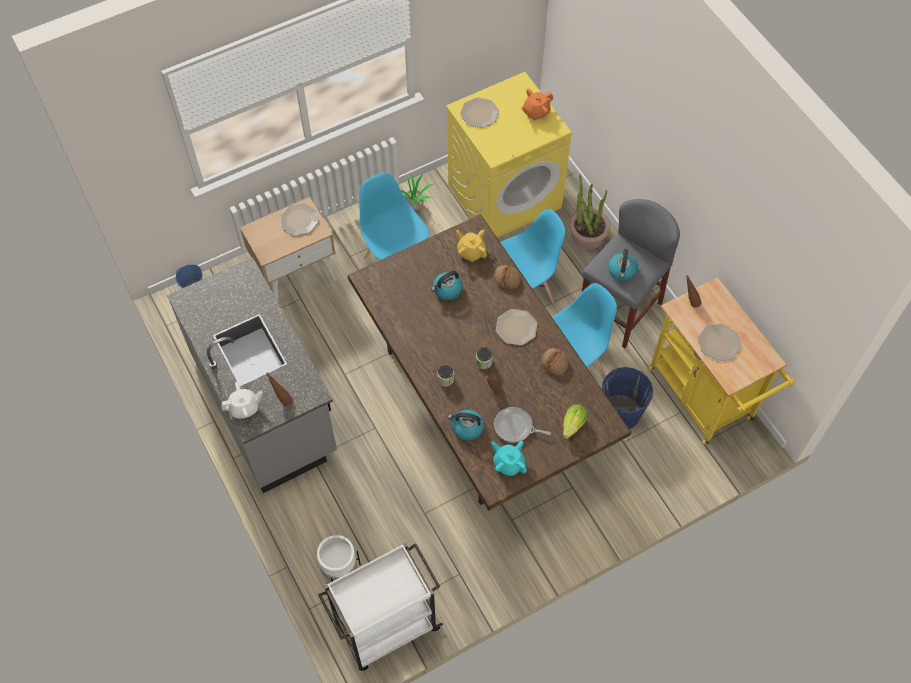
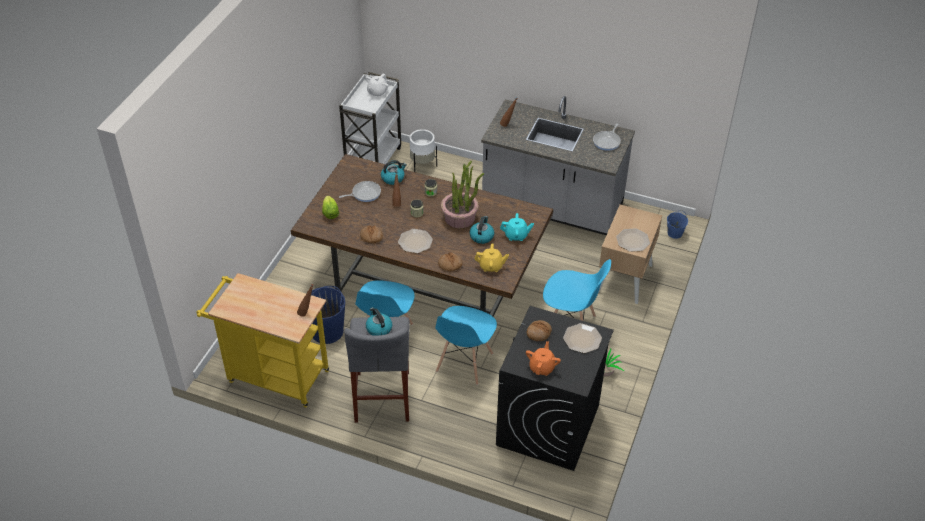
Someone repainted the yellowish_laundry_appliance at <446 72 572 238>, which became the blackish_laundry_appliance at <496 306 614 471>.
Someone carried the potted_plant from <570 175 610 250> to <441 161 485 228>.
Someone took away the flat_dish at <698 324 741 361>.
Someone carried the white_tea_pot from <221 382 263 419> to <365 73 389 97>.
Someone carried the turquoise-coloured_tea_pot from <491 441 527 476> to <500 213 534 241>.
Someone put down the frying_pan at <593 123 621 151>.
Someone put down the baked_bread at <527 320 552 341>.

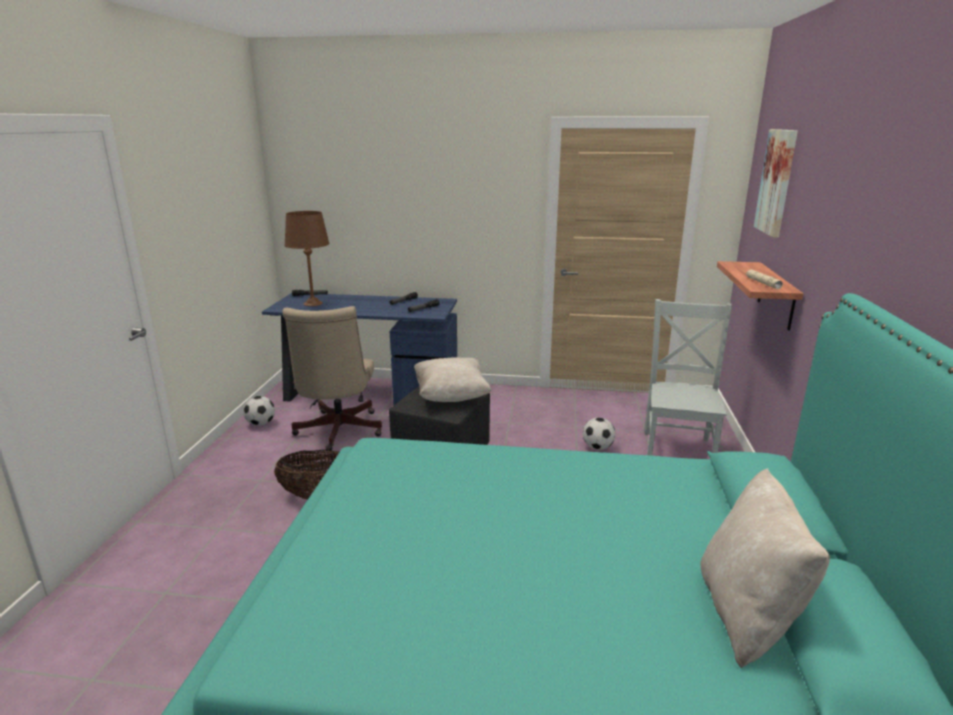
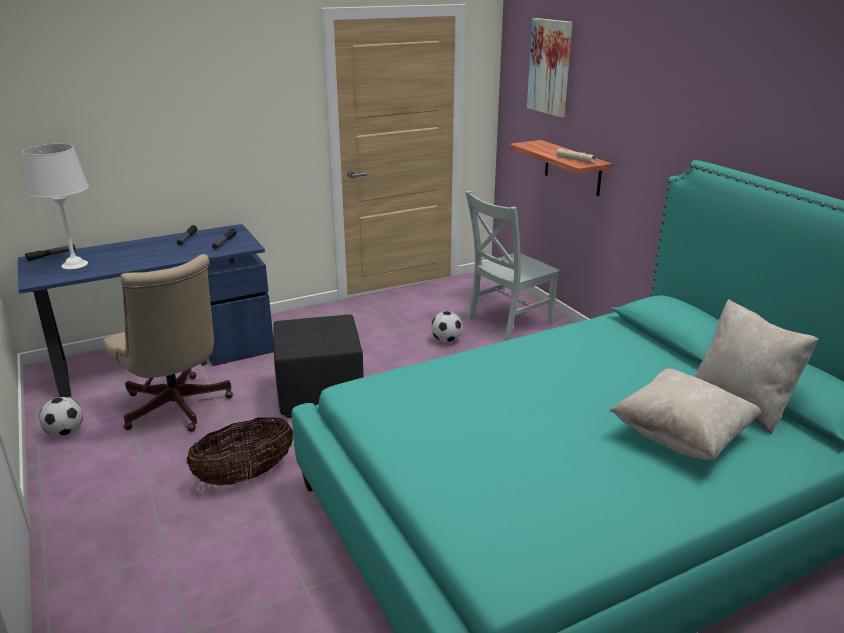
Someone repainted the brownish_tabletop_lamp at <284 211 330 306>, which became the white_tabletop_lamp at <22 144 89 270>.
Someone rotated the greyish_chair at <644 299 732 455> by 105 degrees counterclockwise.
Someone carried the sand-coloured_throw_pillow from <414 357 492 402> to <610 368 762 460>.

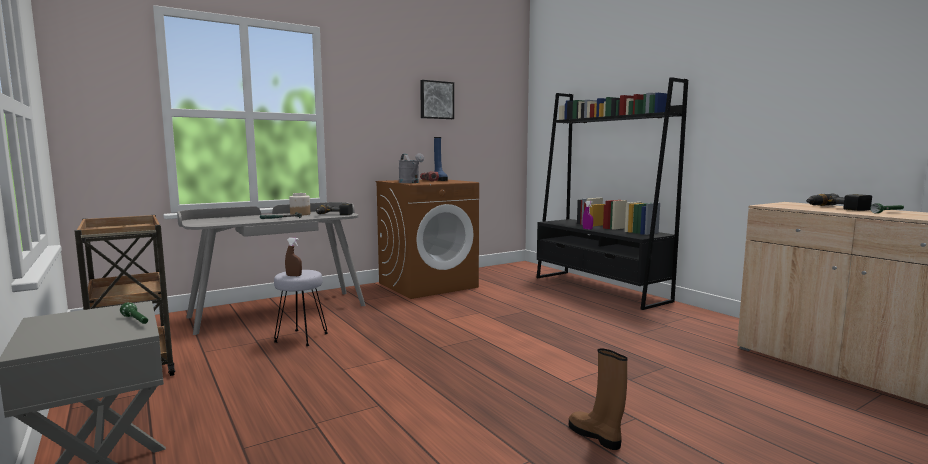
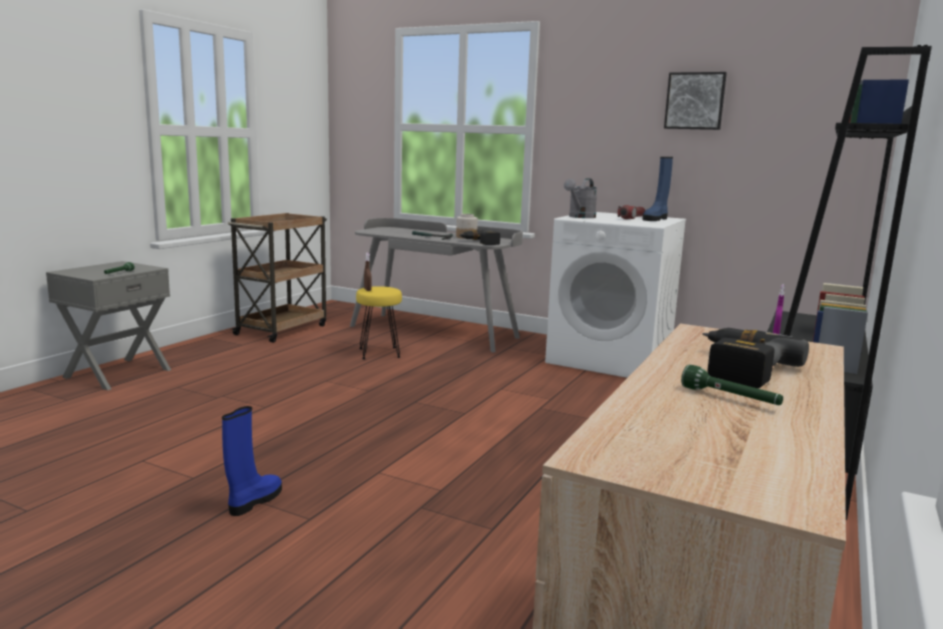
Someone repainted the brownish_laundry_appliance at <376 179 479 299>, which became the white_laundry_appliance at <545 212 686 378>.
Someone repainted the greyish_stool_seat at <274 270 328 346>, which became the yellowish_stool_seat at <356 286 402 359>.
Someone repainted the brownish_boot at <569 348 628 450>, which became the bluish_boot at <222 406 282 516>.

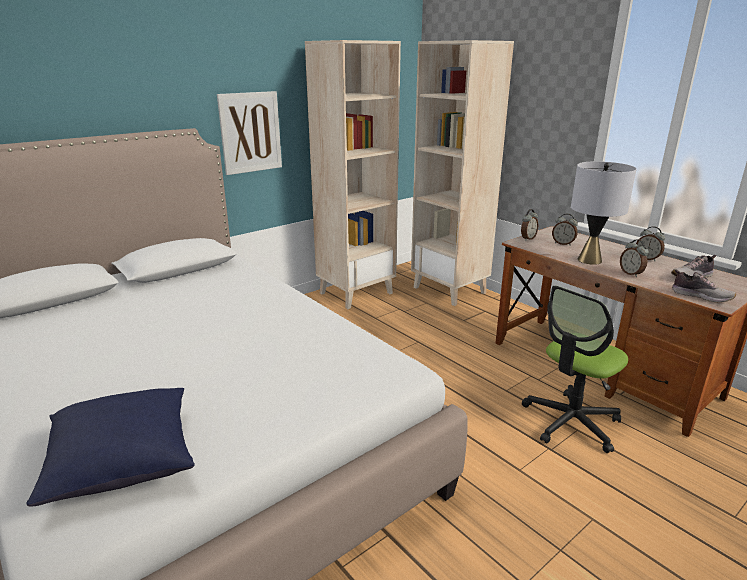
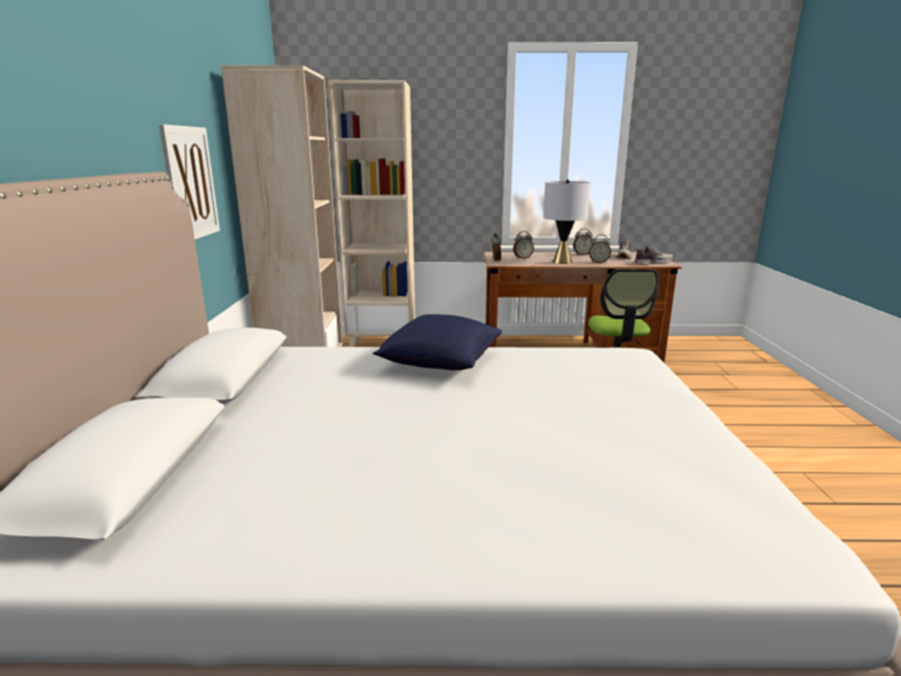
Someone carried the bluish_throw_pillow from <26 388 195 506> to <373 314 502 370>.

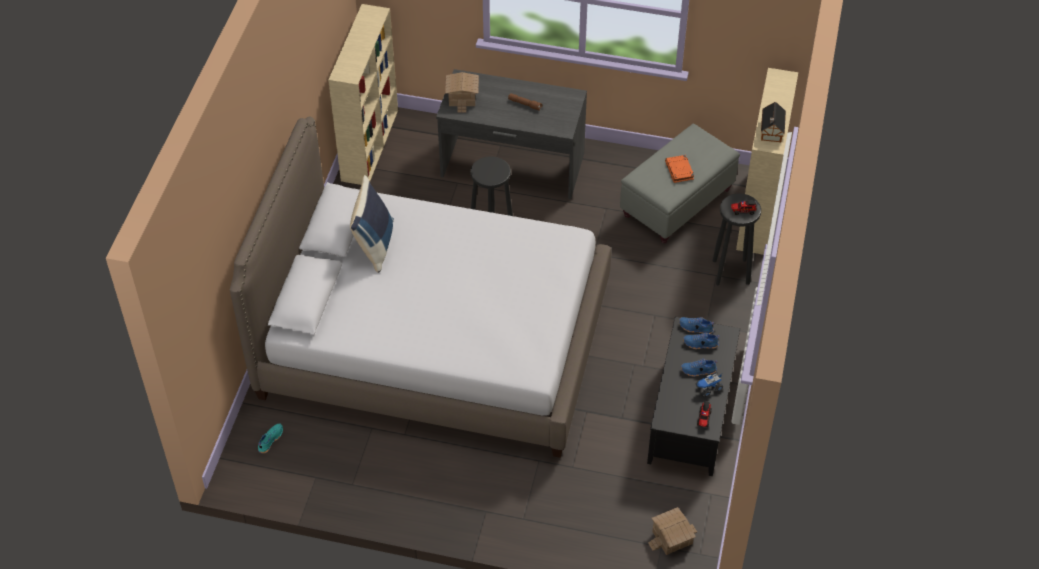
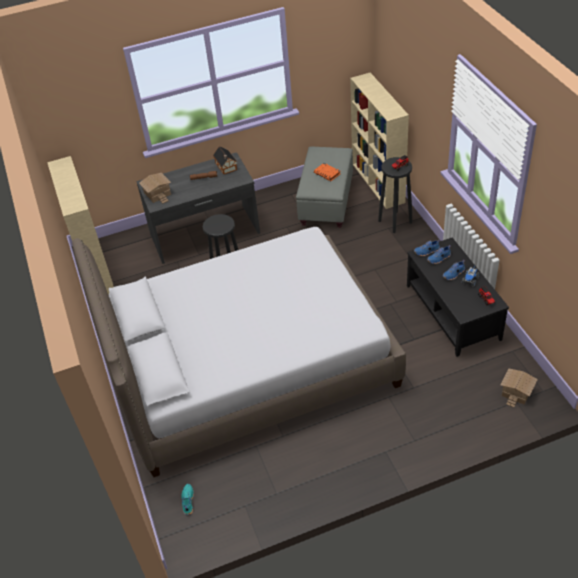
Someone carried the toy_house from <761 102 786 142> to <213 146 237 174>.
Someone took away the bluish_throw_pillow at <350 175 394 273>.

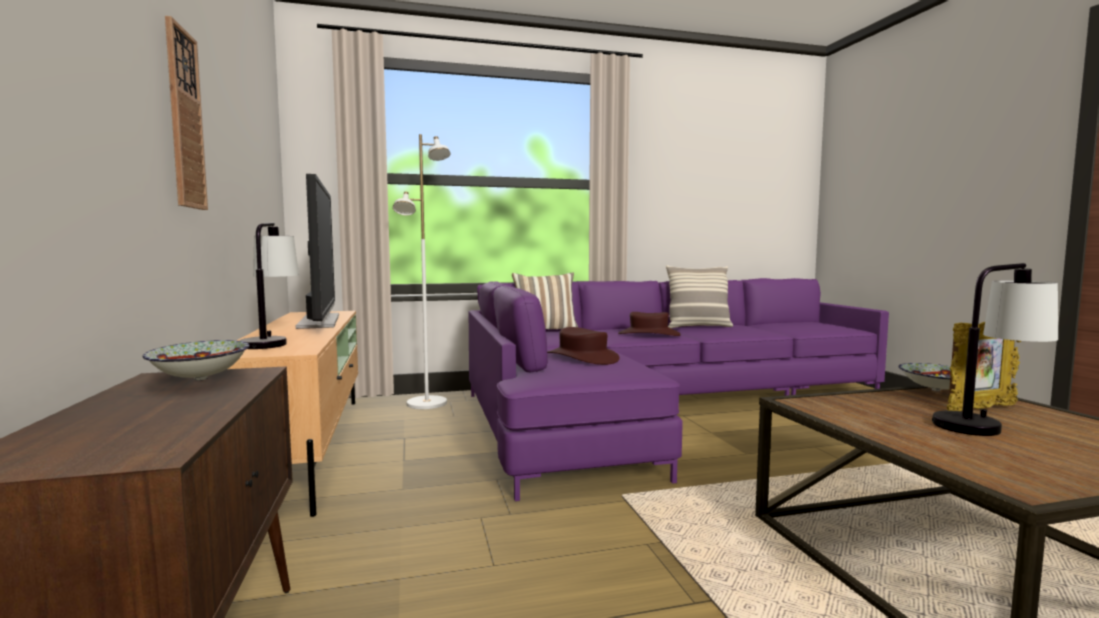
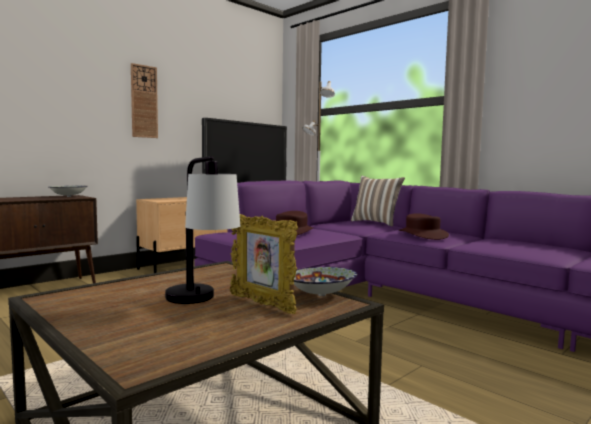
Someone took away the tabletop_lamp at <240 222 299 349>.
Someone took away the throw_pillow at <666 265 733 328>.

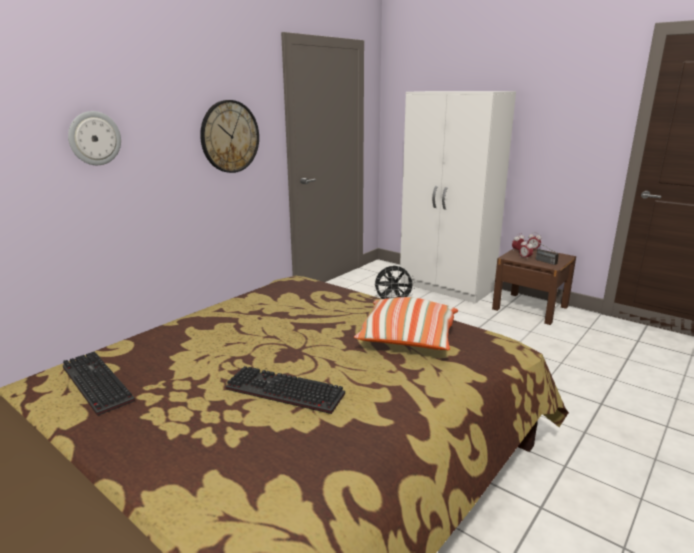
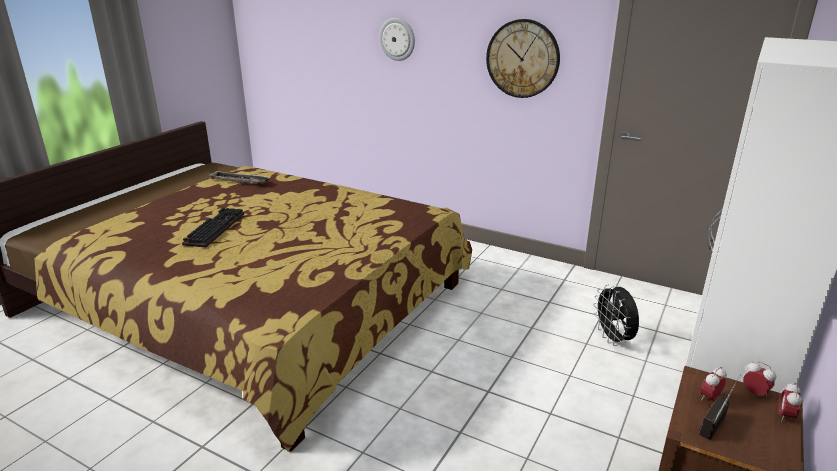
Someone took away the throw_pillow at <354 297 459 350>.
Someone swapped the keyboard at <63 351 135 416> for the tray at <210 171 271 184>.

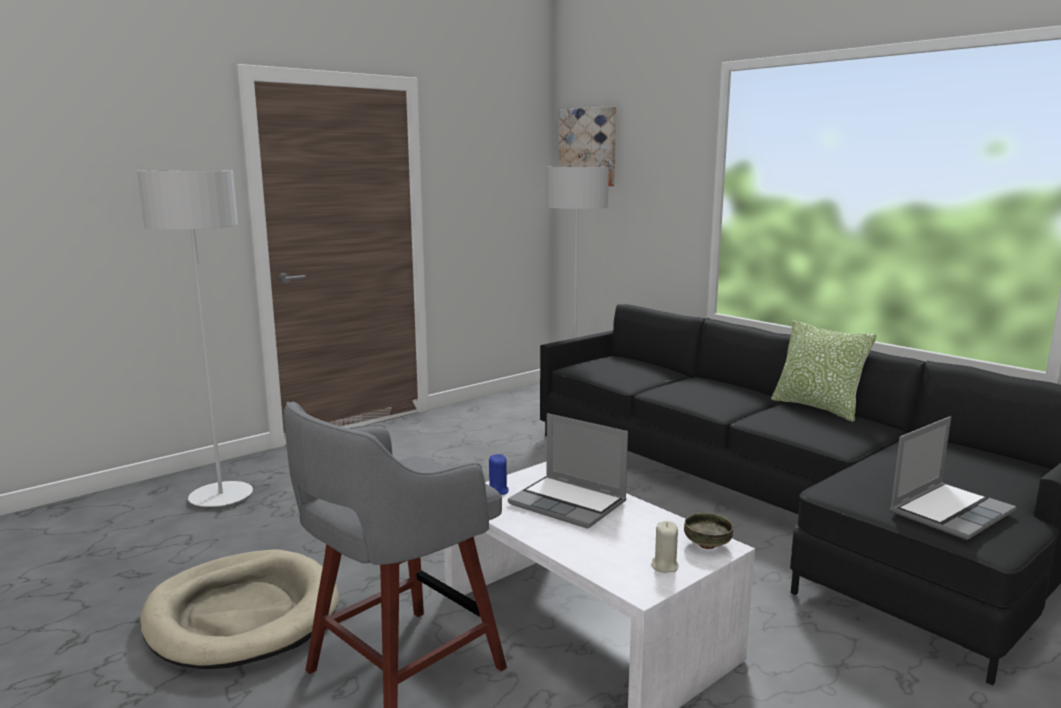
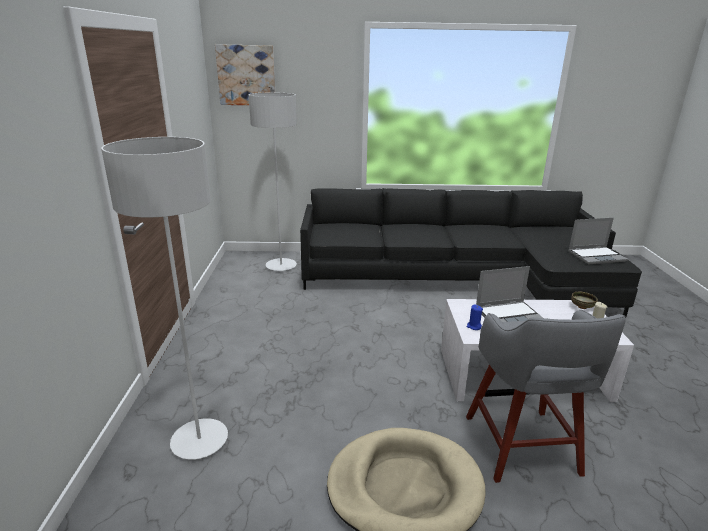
Someone took away the throw_pillow at <771 320 877 422>.
Someone rotated the laptop at <890 416 1016 540> by 75 degrees clockwise.

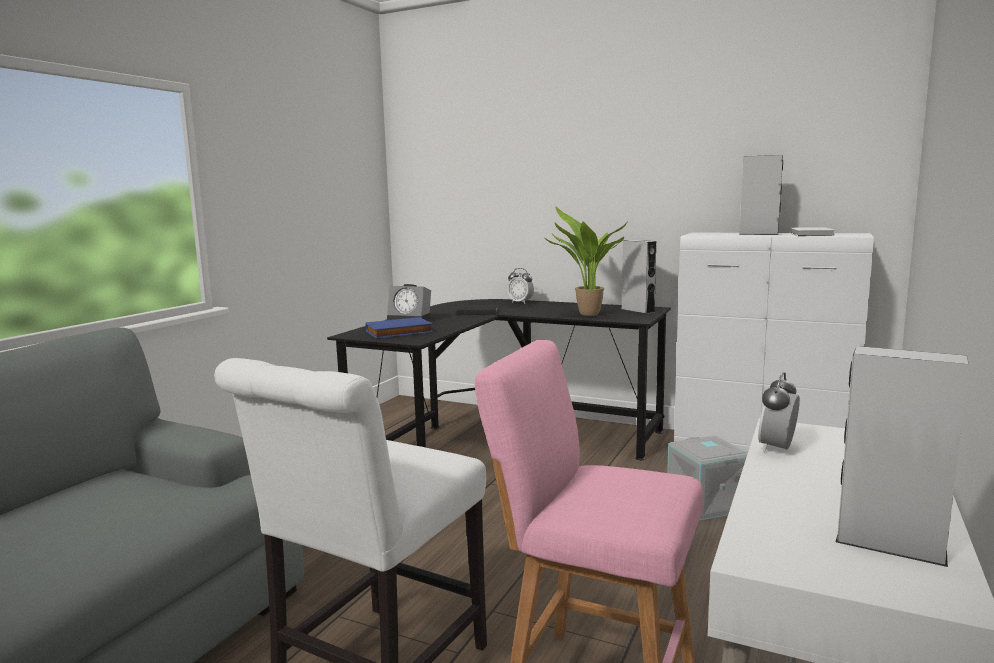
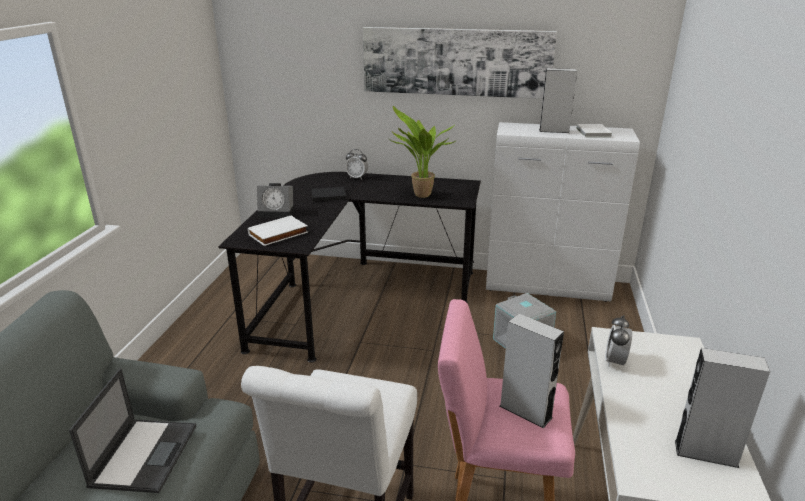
Someone carried the greyish_loudspeaker from <621 240 656 314> to <500 313 564 428>.
Someone repainted the bluish_volume at <365 317 433 338>, which became the white_volume at <248 215 308 246>.
Someone put up the picture at <363 27 557 99>.
Someone put down the laptop at <69 368 196 493>.

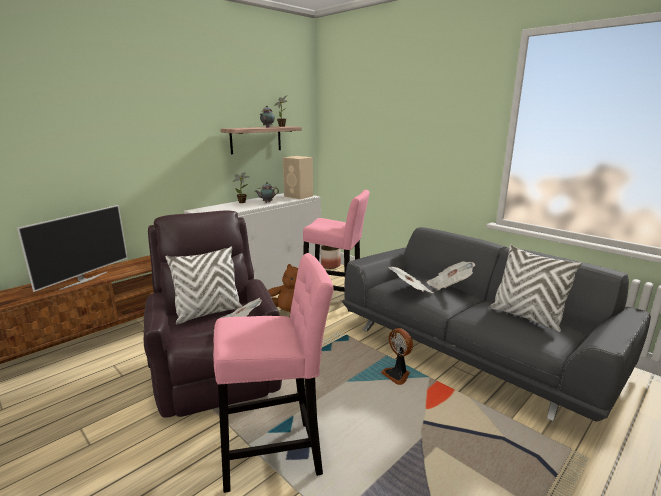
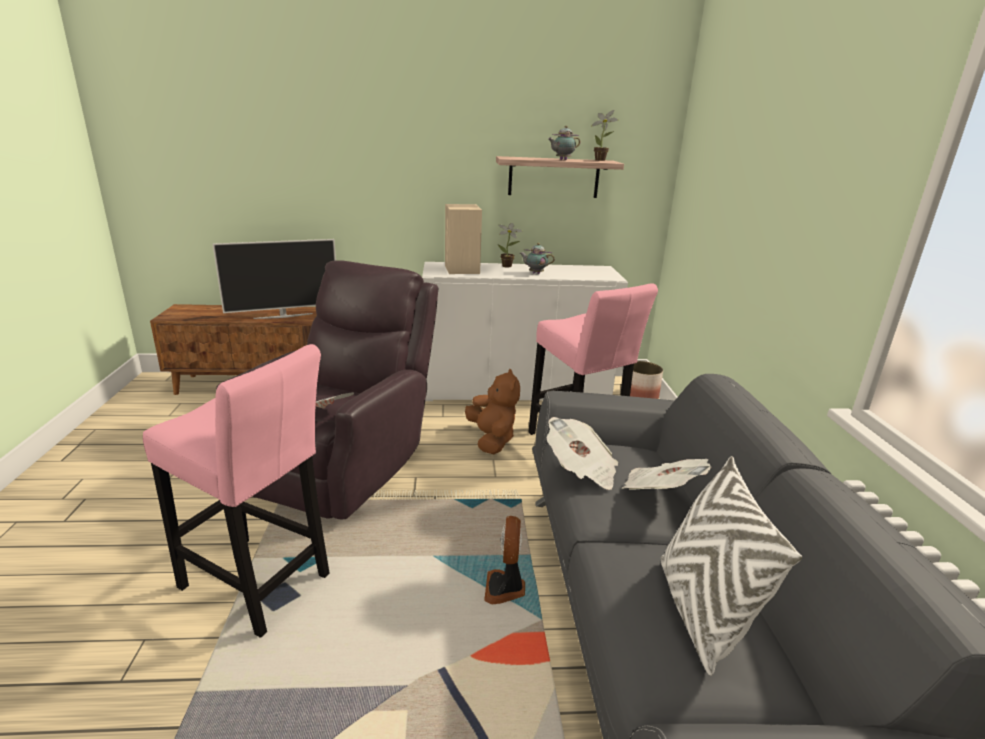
Someone carried the sand-coloured_loudspeaker from <283 156 313 199> to <445 204 482 274>.
Someone took away the white_throw_pillow at <166 246 243 325>.

